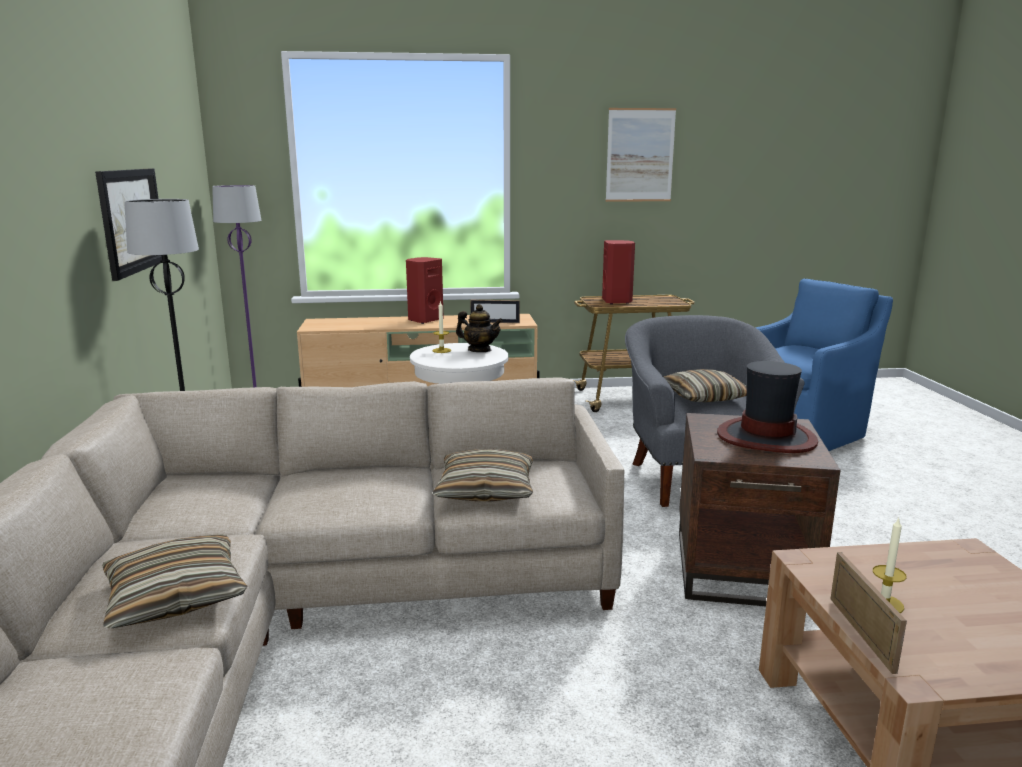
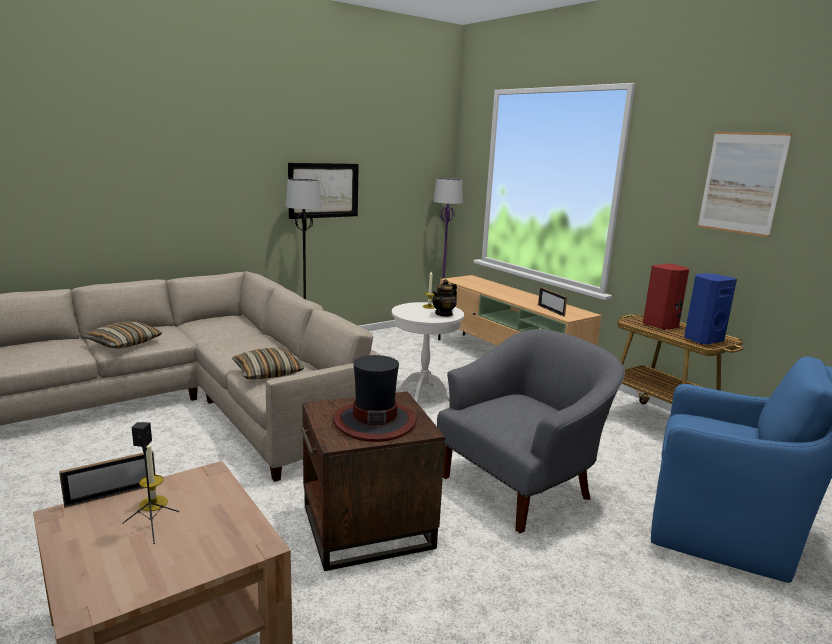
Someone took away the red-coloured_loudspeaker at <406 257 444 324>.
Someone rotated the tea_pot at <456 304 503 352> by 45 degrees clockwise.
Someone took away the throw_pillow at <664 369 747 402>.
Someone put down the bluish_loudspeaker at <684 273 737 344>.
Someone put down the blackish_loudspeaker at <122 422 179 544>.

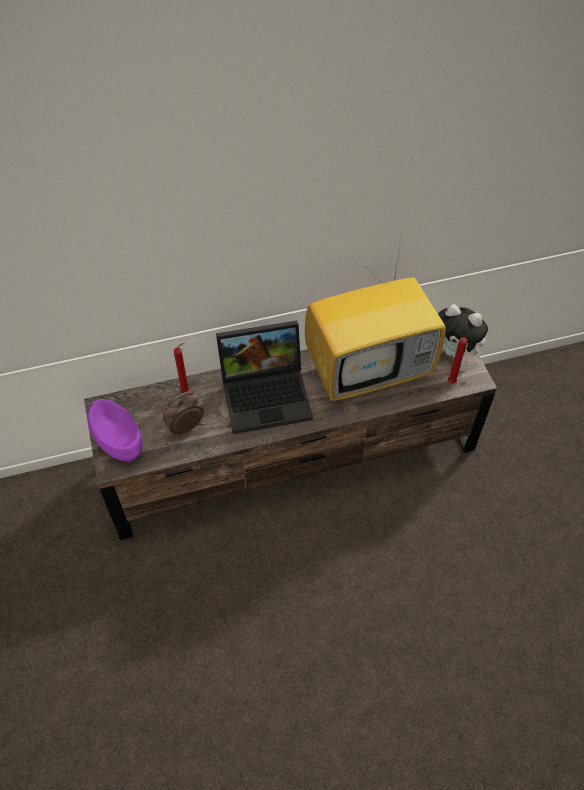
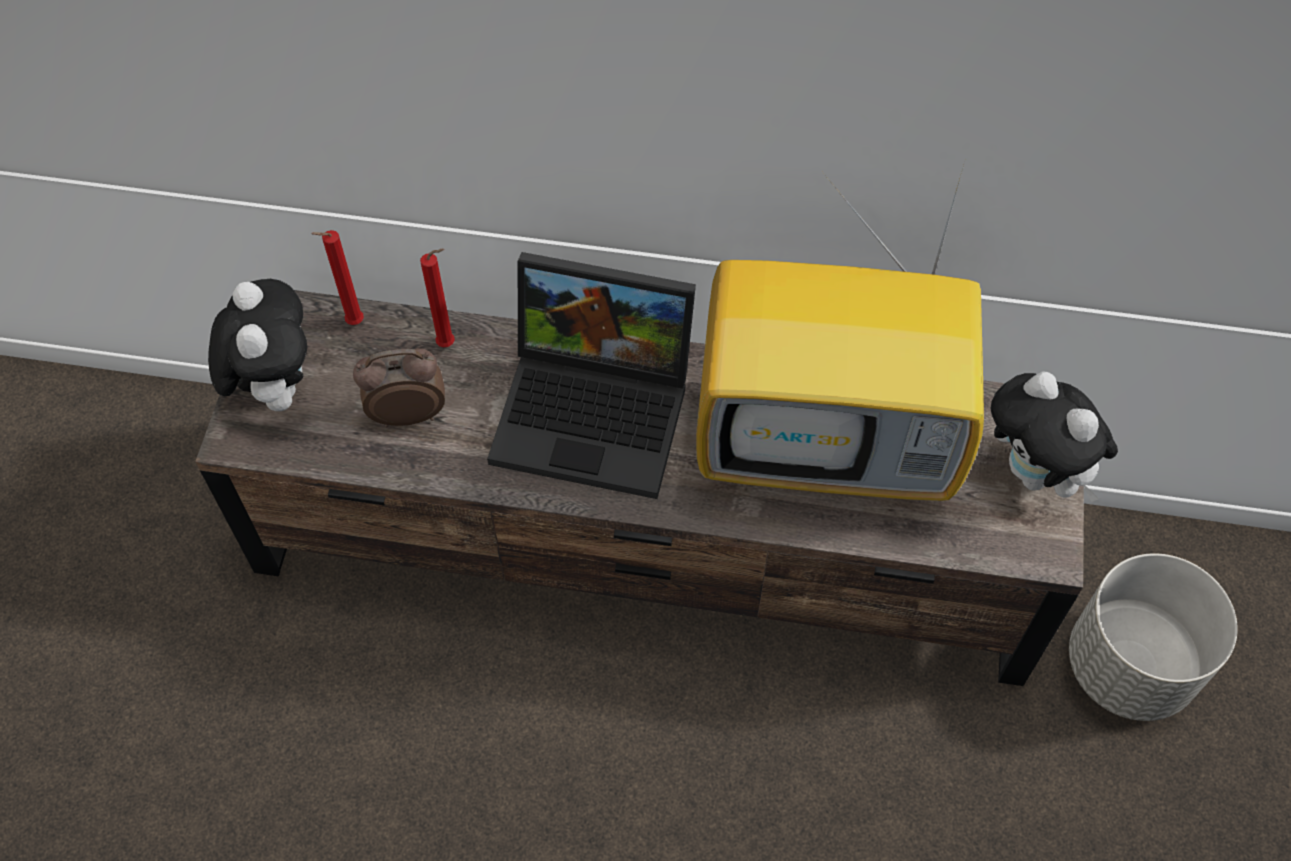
Someone carried the red-coloured_wax_candle from <448 337 467 384> to <311 230 364 325>.
Someone swapped the purple_serving_bowl at <87 399 142 462> for the plush_toy at <208 279 307 411>.
Someone put down the greyish_planter at <1069 553 1238 721>.

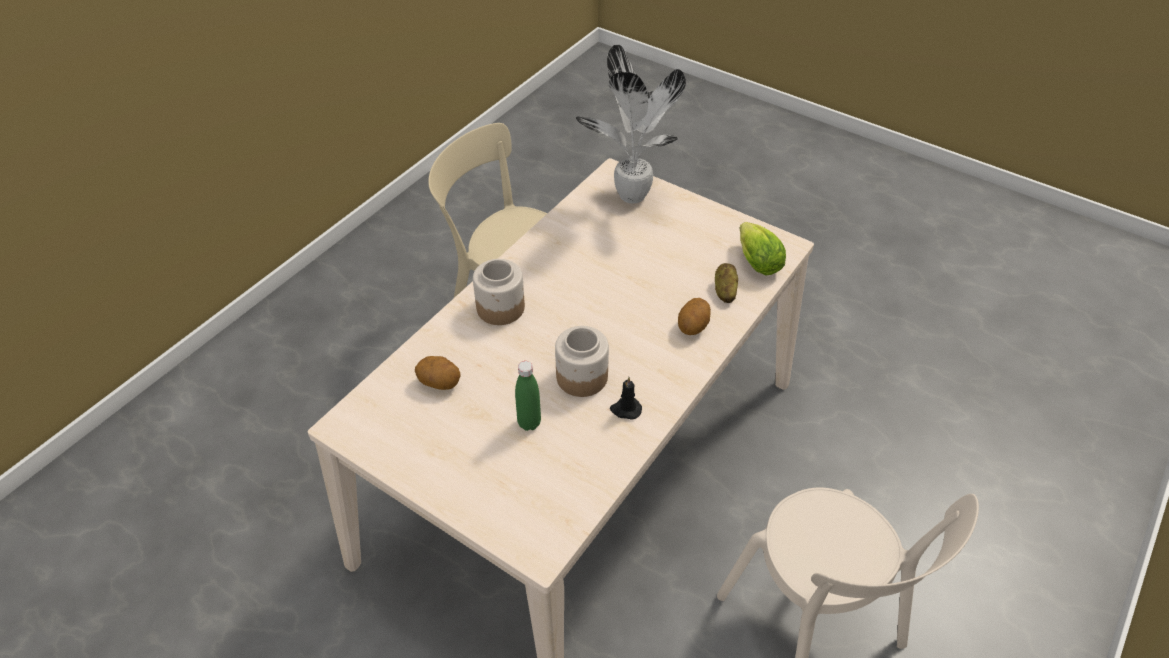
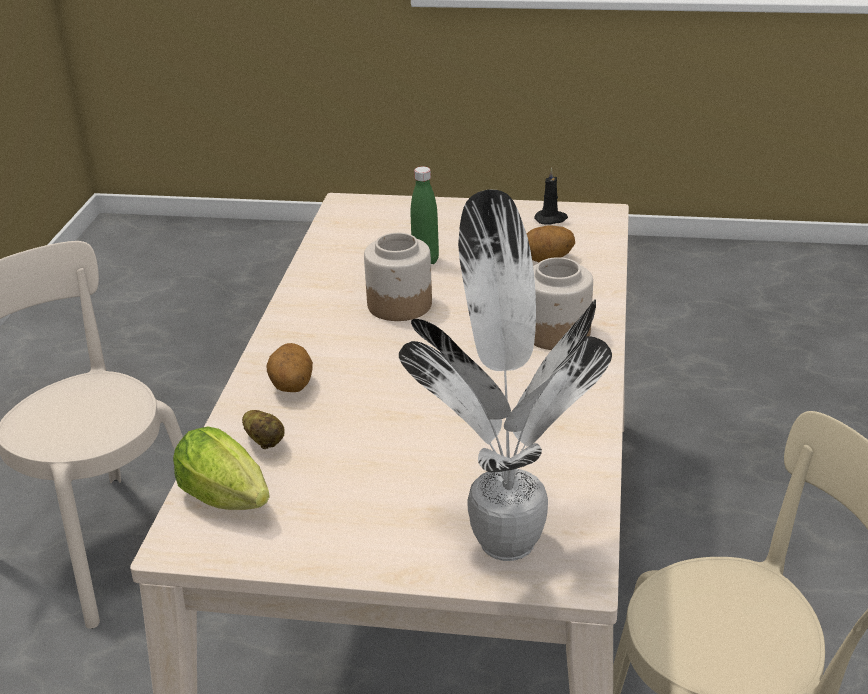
Someone carried the blackish_wax_candle from <610 377 642 420> to <534 168 568 225>.

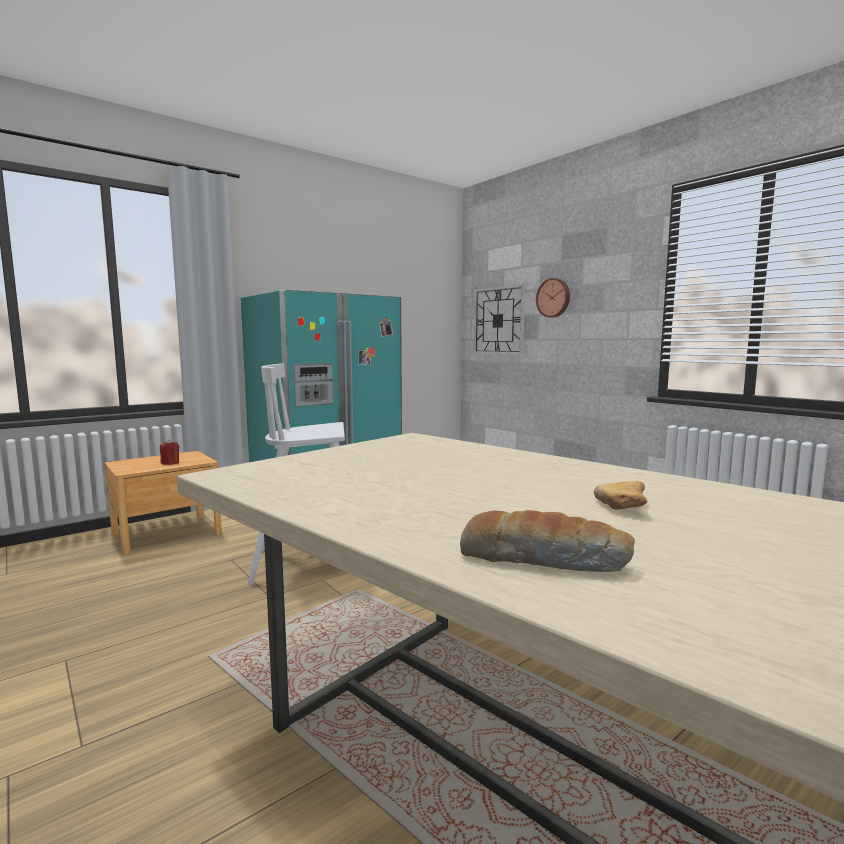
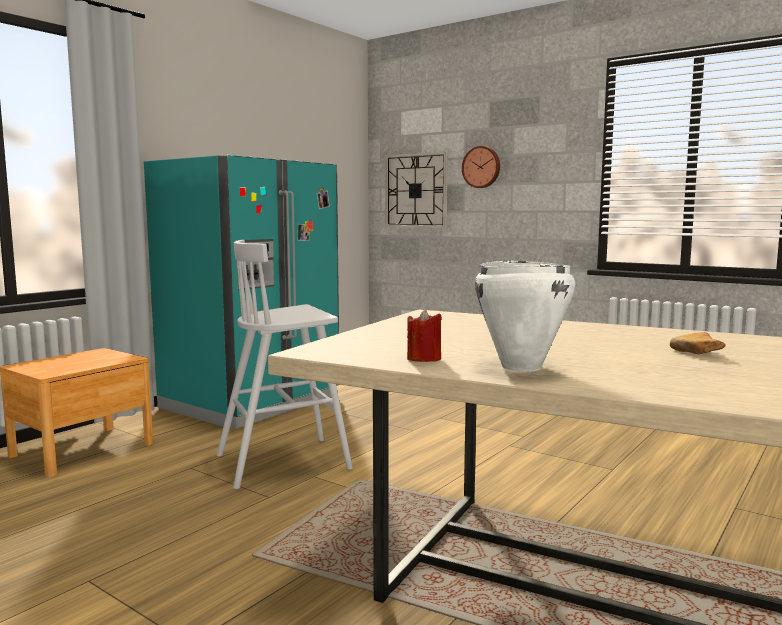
Someone carried the red-coloured_wax_candle from <160 440 179 465> to <407 309 442 362>.
Someone took away the baked_bread at <460 510 635 572>.
Someone put down the white_stockpot at <475 260 575 372>.

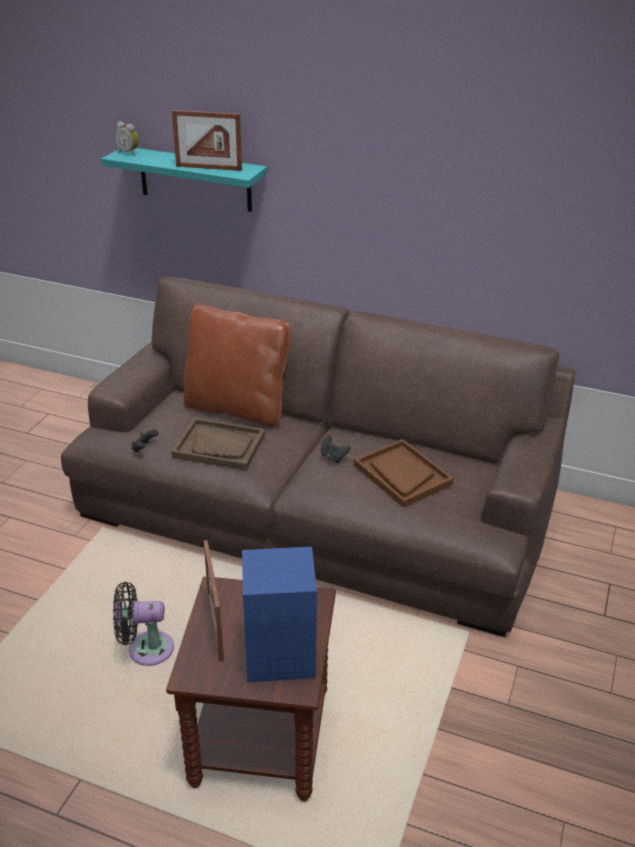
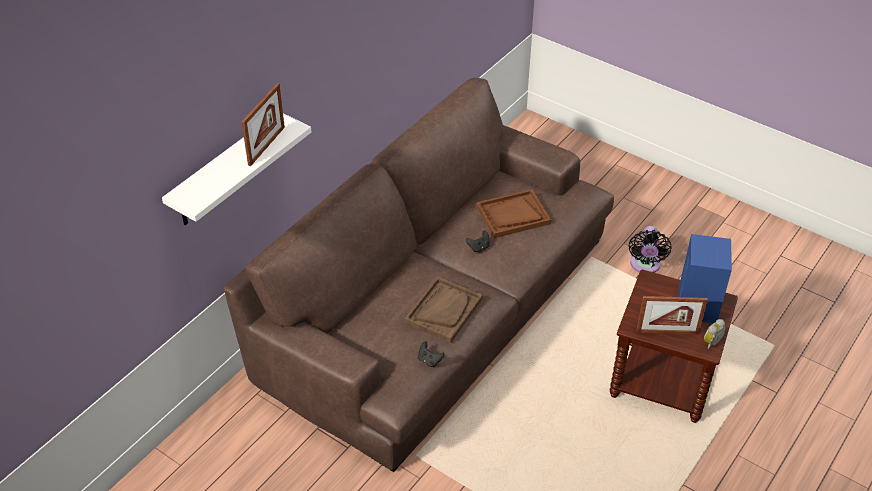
Someone carried the alarm_clock from <115 122 139 156> to <704 319 726 349>.
Someone repainted the turquoise-coloured_bracket_shelf at <101 148 267 212>, which became the white_bracket_shelf at <162 113 311 225>.
Someone took away the brownish_throw_pillow at <184 304 291 427>.
Someone carried the blackish_cooling_fan from <113 582 174 666> to <629 226 672 273>.

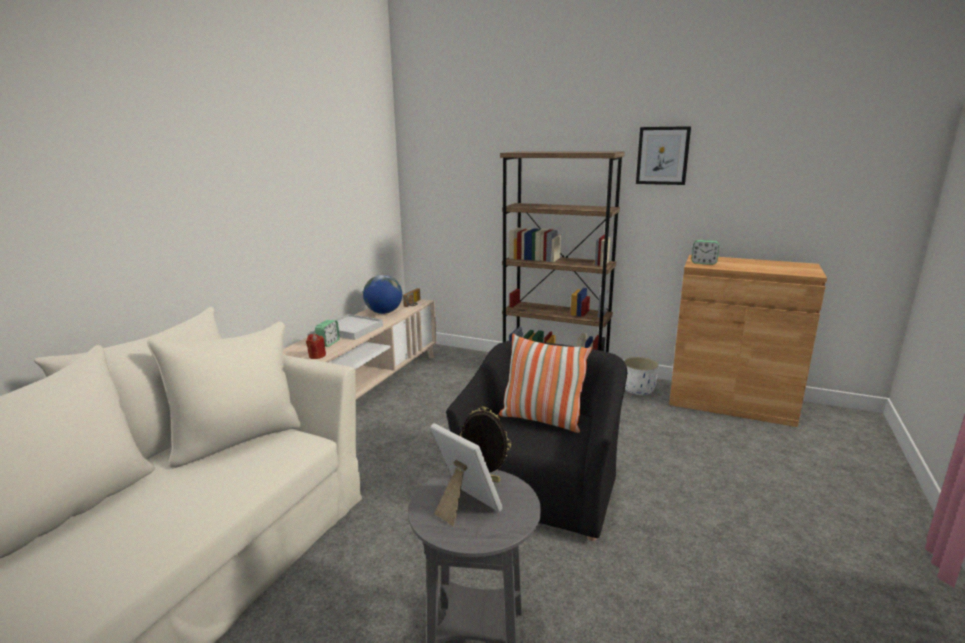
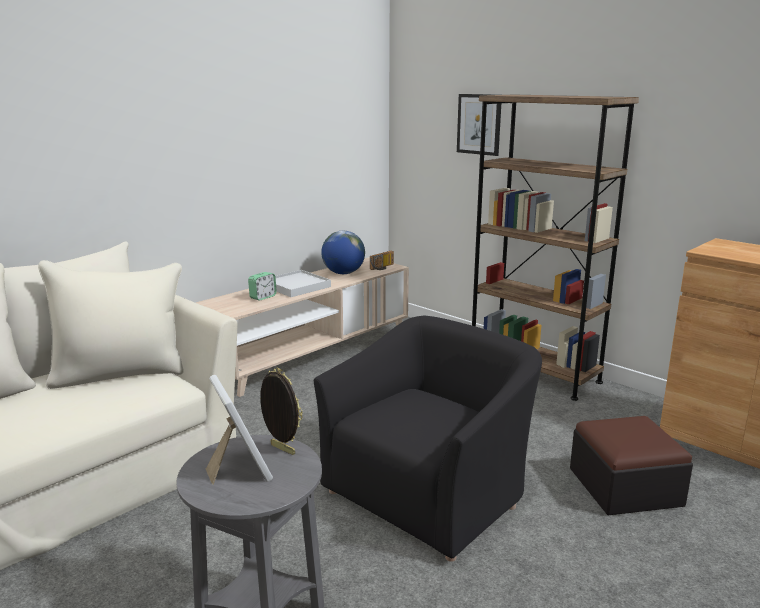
Someone carried the picture from <636 126 691 185> to <457 94 501 156>.
Someone took away the alarm_clock at <691 240 719 265>.
Someone took away the red-coloured_wax_candle at <306 334 326 359>.
Someone took away the throw_pillow at <499 334 592 433>.
Someone took away the white_planter at <624 357 659 395>.
Someone put down the pouffe at <570 416 693 515>.

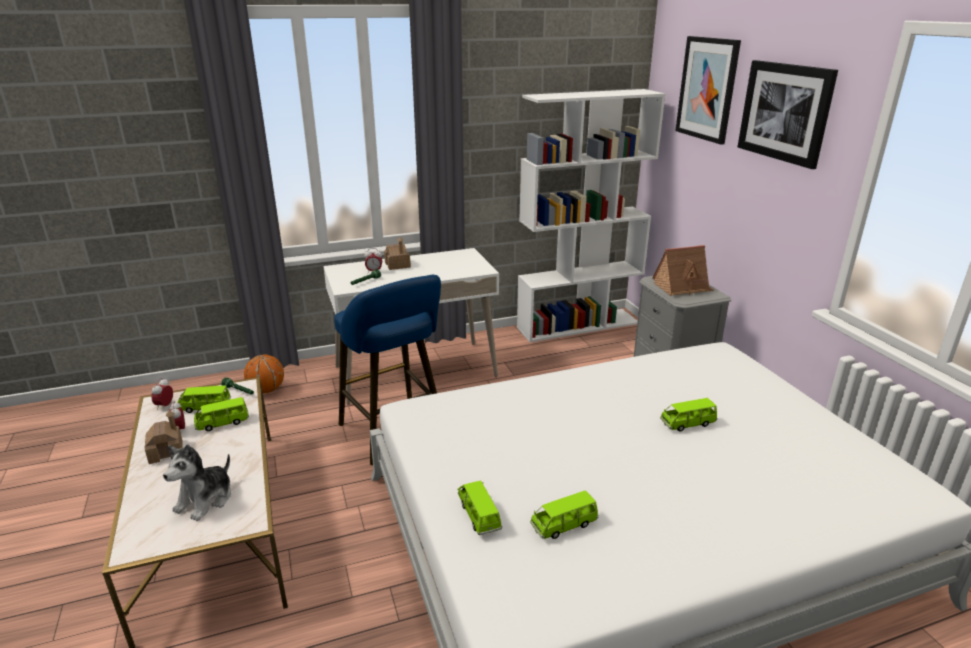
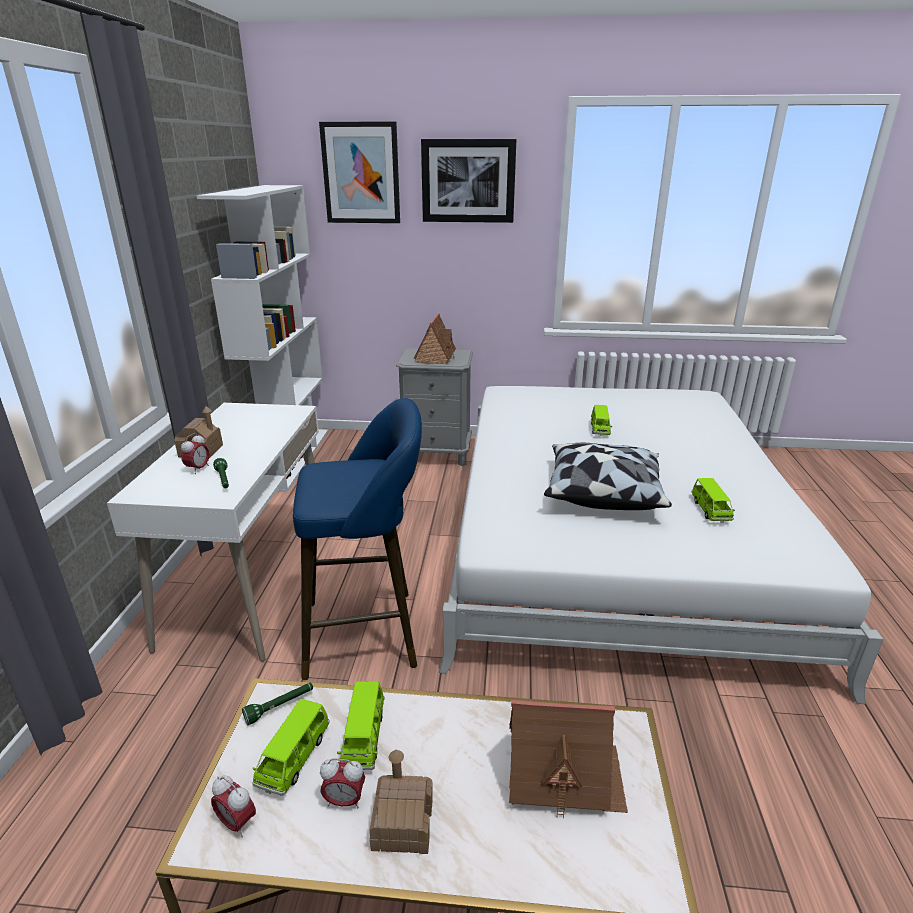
Someone took away the ball_for_basketball at <244 354 284 393>.
Someone swapped the plush_toy at <163 444 231 521> for the toy_house at <509 700 628 818>.
Someone took away the green-coloured_toy_car at <457 480 502 535>.
Someone put down the throw_pillow at <544 443 672 510>.

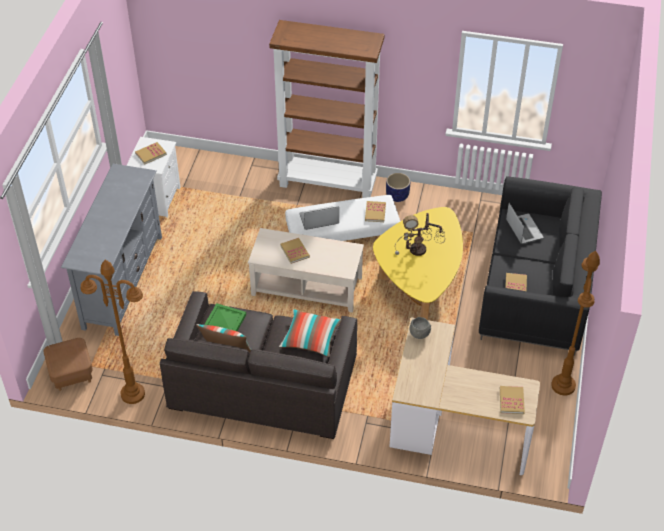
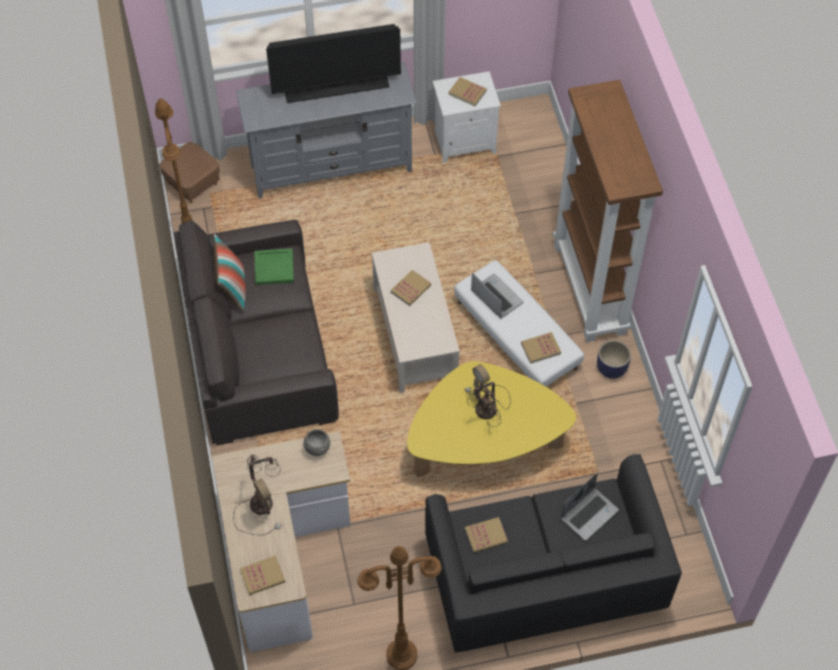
Someone took away the throw_pillow at <279 309 341 357>.
Someone put down the TV at <266 24 401 103>.
Someone put down the tabletop_lamp at <233 454 282 535>.

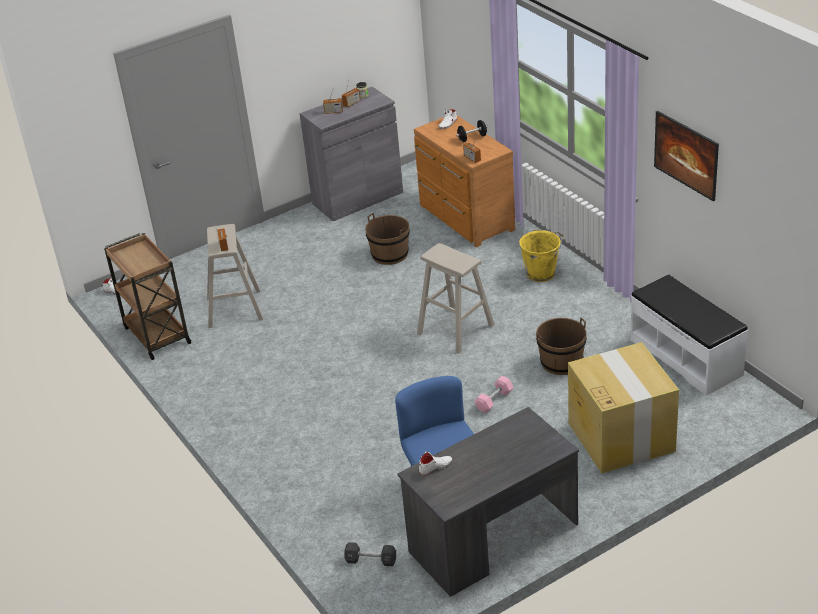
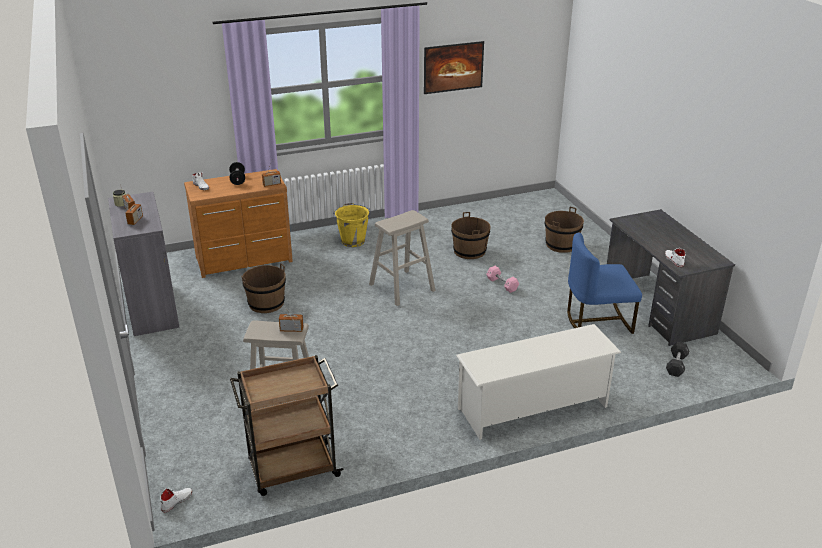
Someone took away the white_bench at <631 274 748 396>.
Someone swapped the packing_box at <568 342 679 474> for the brownish_bucket at <545 207 584 253>.
Someone put down the white_shoe_stand at <456 324 622 440>.

